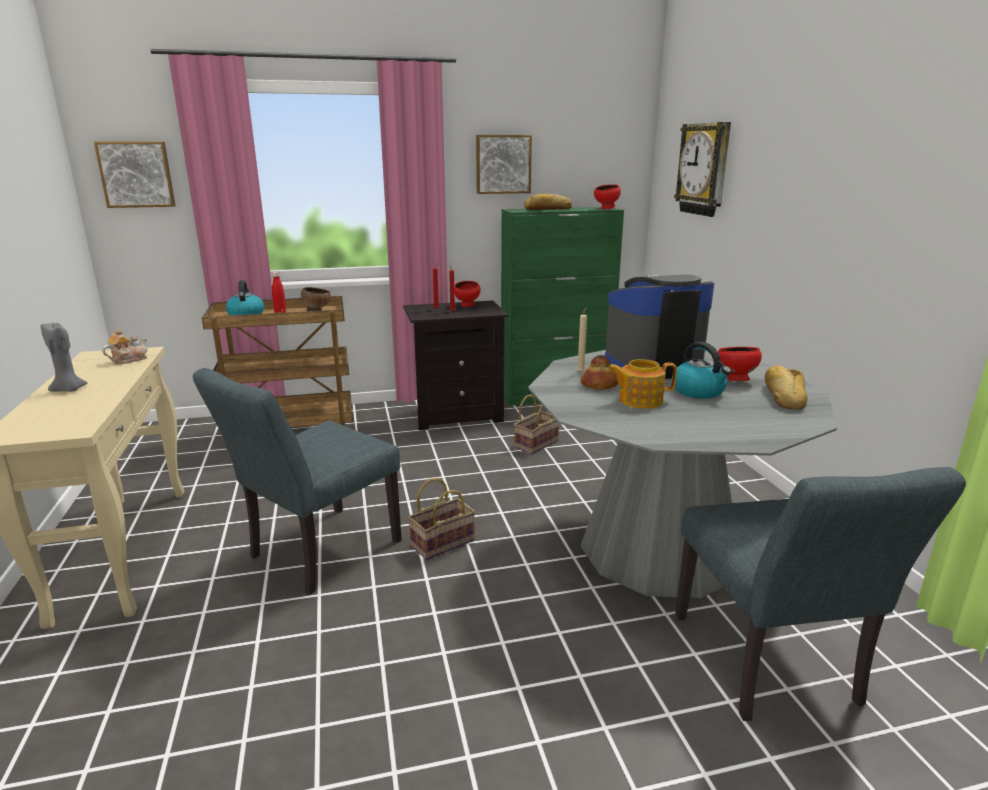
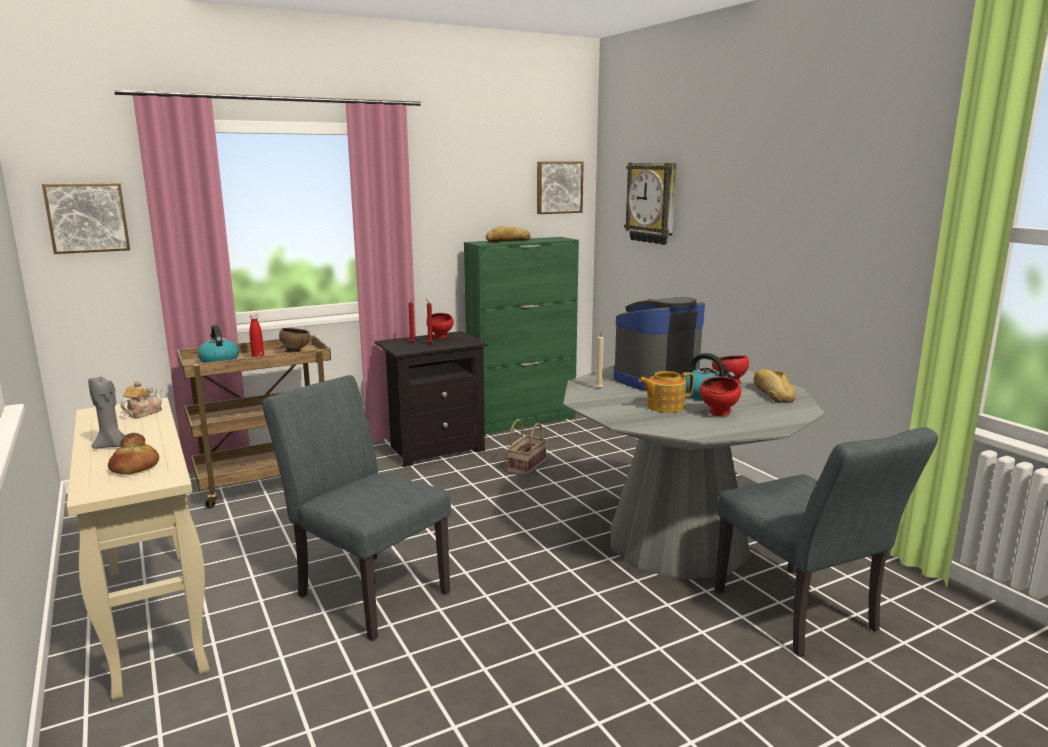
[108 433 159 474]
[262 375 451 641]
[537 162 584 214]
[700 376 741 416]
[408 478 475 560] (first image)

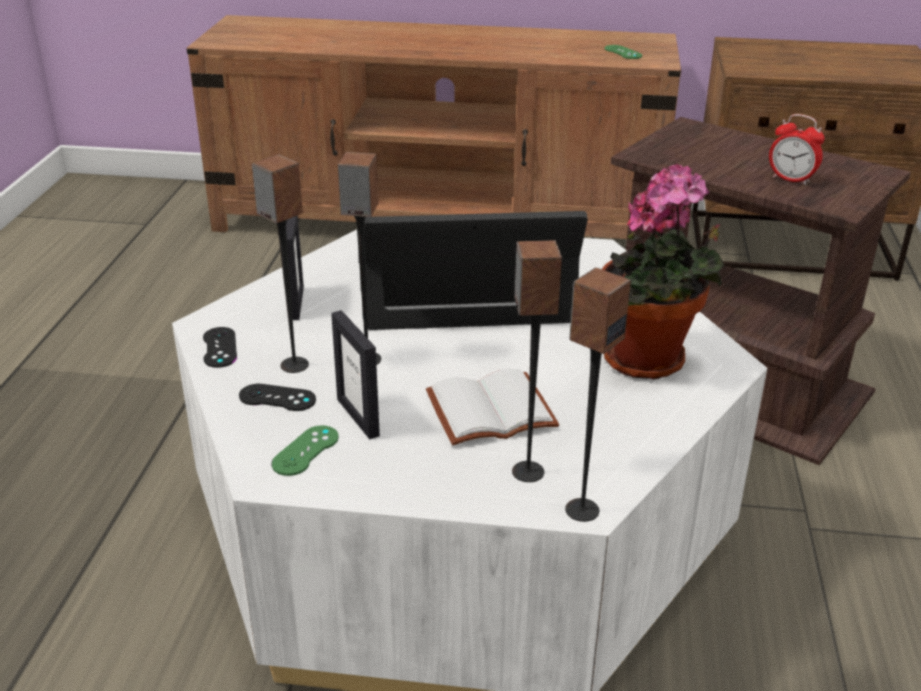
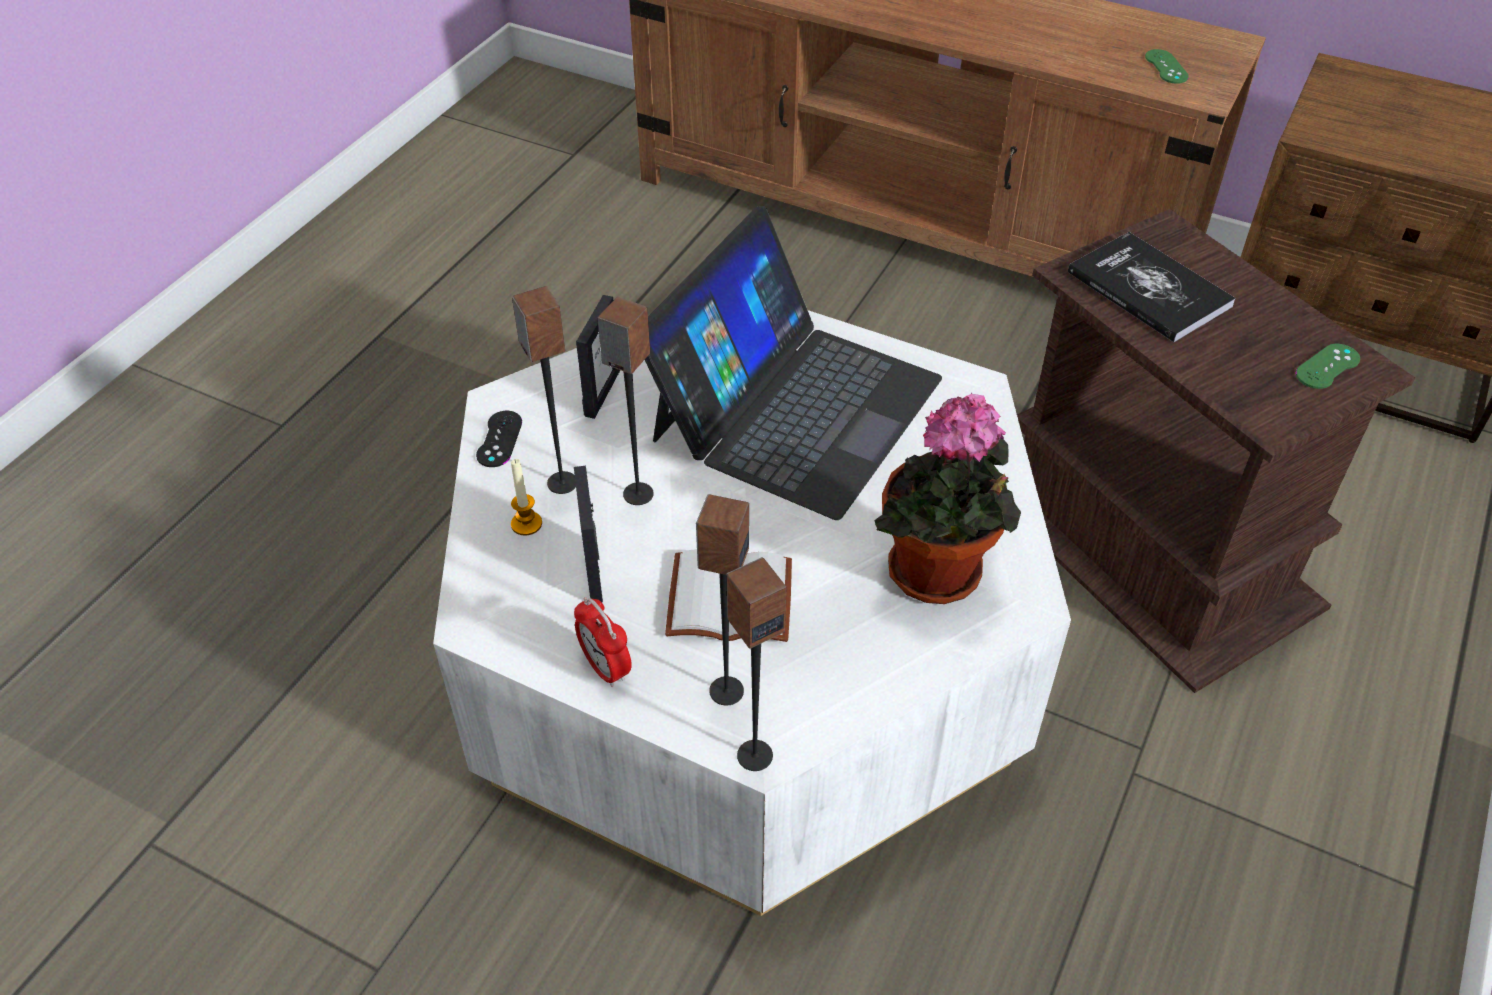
[511 459 542 536]
[574 597 632 687]
[645 206 942 520]
[1068 232 1236 342]
[1296 344 1360 389]

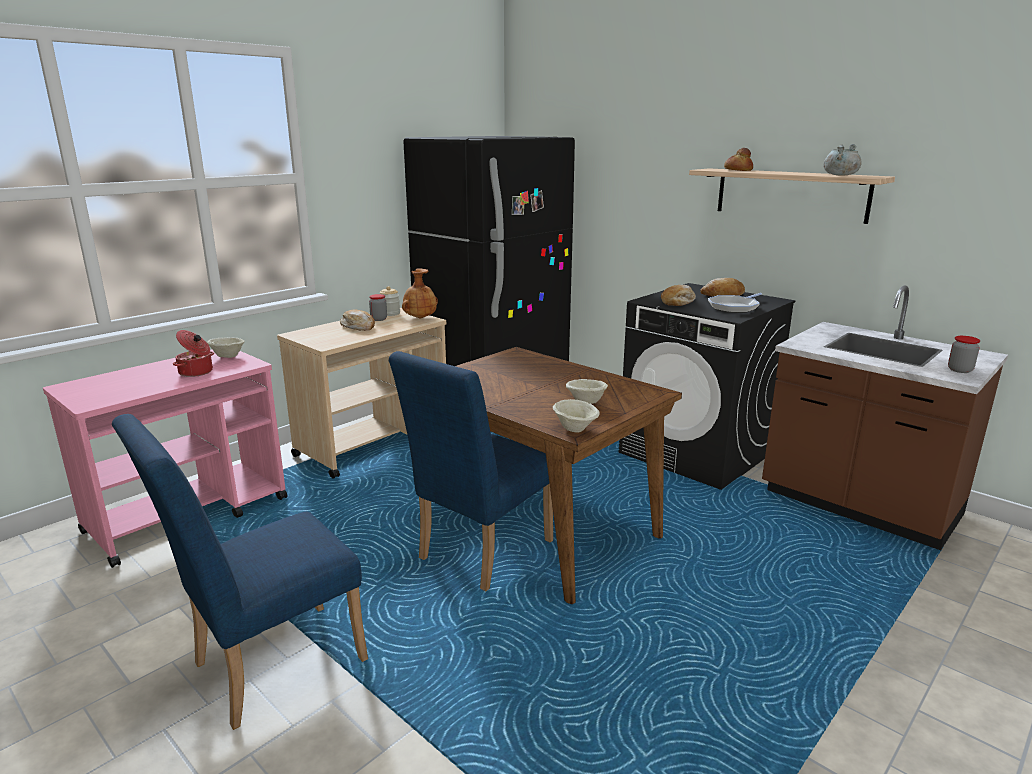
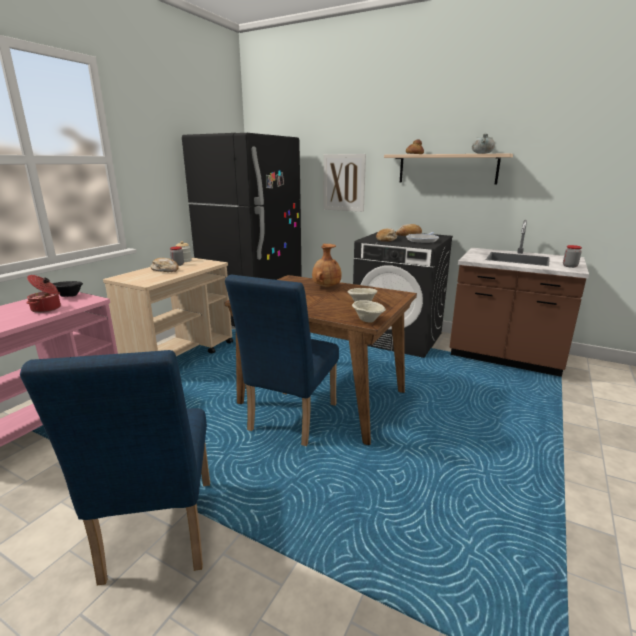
[20 350 210 586]
[52 281 83 297]
[312 244 341 287]
[324 154 366 212]

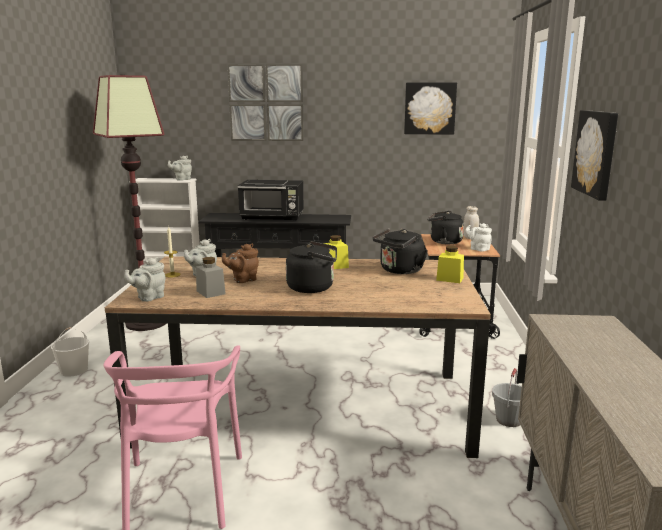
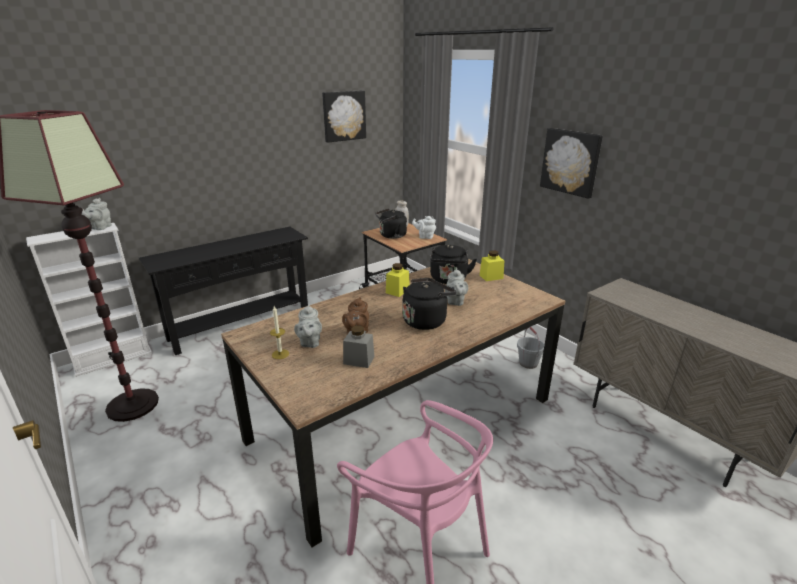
[445 268 468 306]
[51 327 89 377] (first image)
[228 64 304 141] (first image)
[238 180 303 221] (first image)

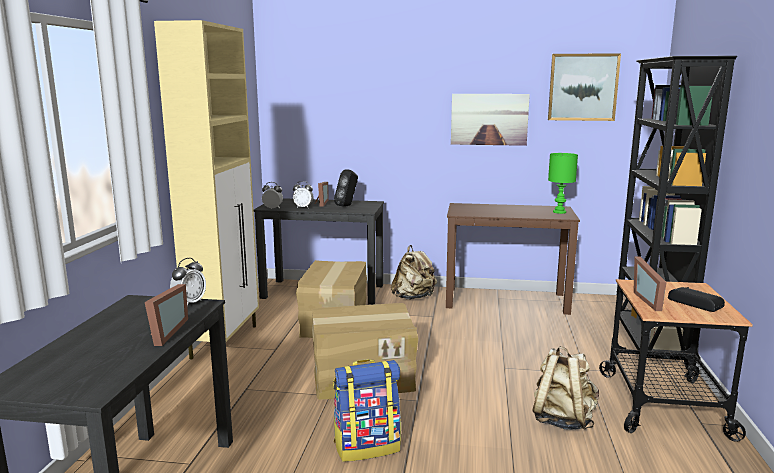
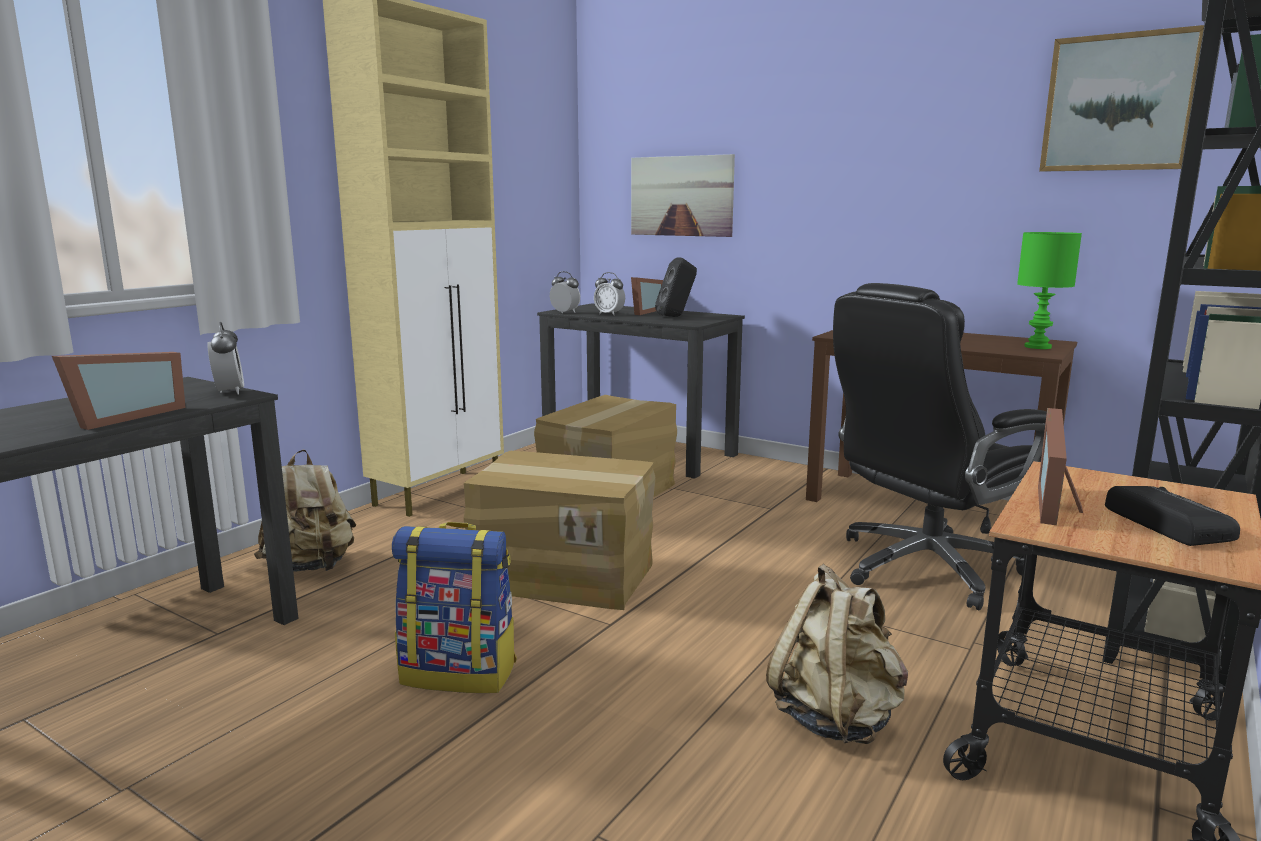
[207 322 244 395]
[254 450 356 572]
[631 154 735 237]
[833 283 1047 610]

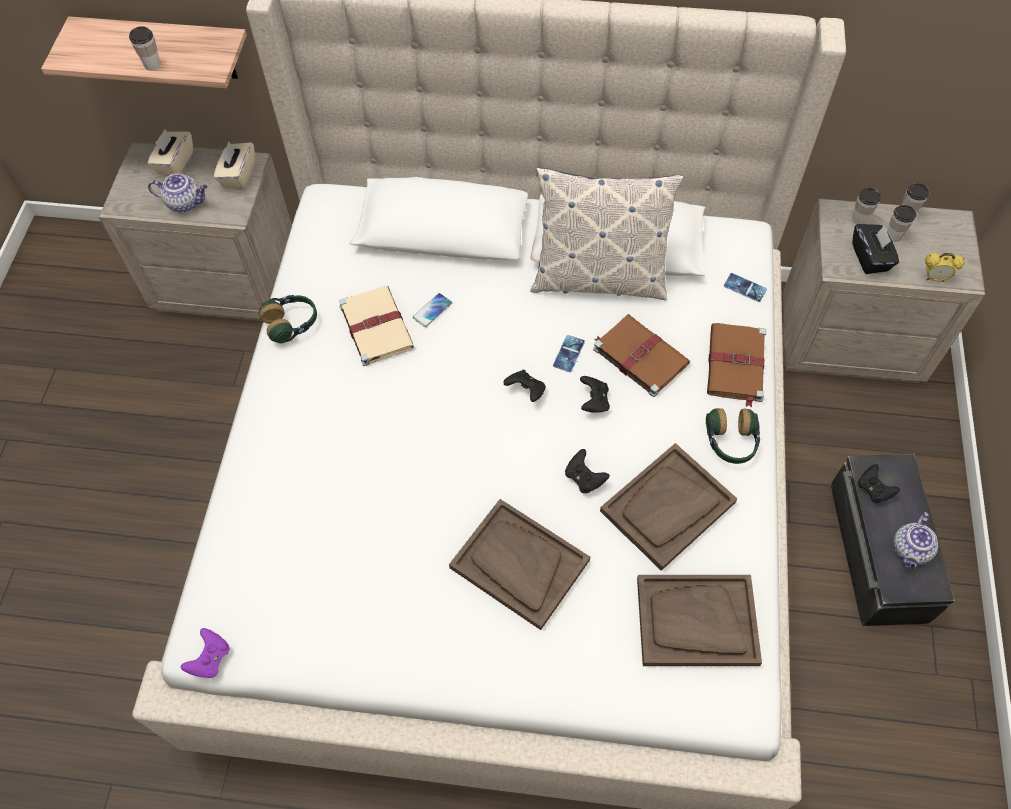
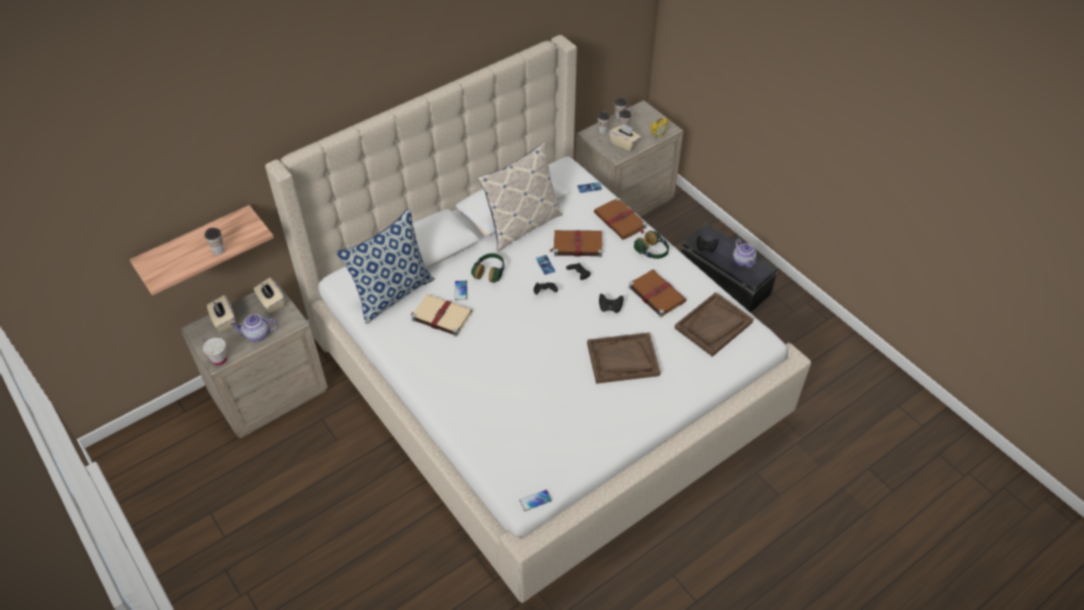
[203 338 227 365]
[231 314 278 342]
[336 208 435 324]
[471 253 504 283]
[519 490 552 511]
[609 123 641 152]
[628 270 686 317]

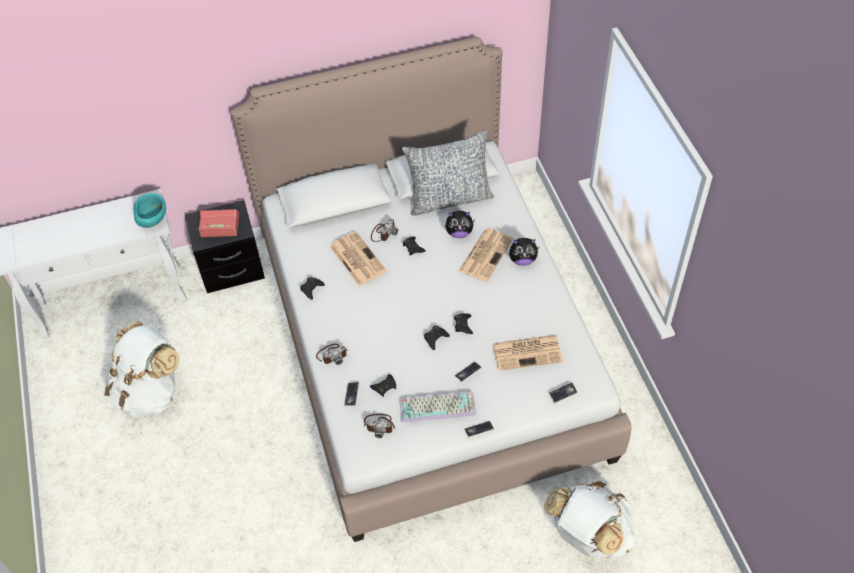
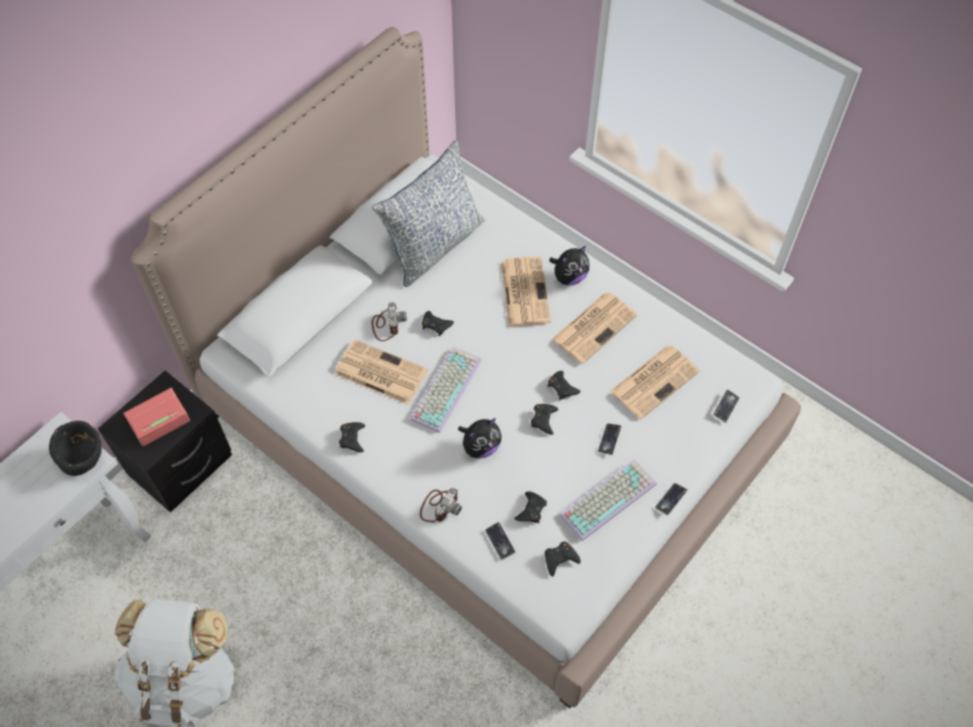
[49 421 102 476]
[410 347 482 433]
[458 418 501 459]
[545 542 581 577]
[552 292 637 364]
[544 481 635 558] (first image)

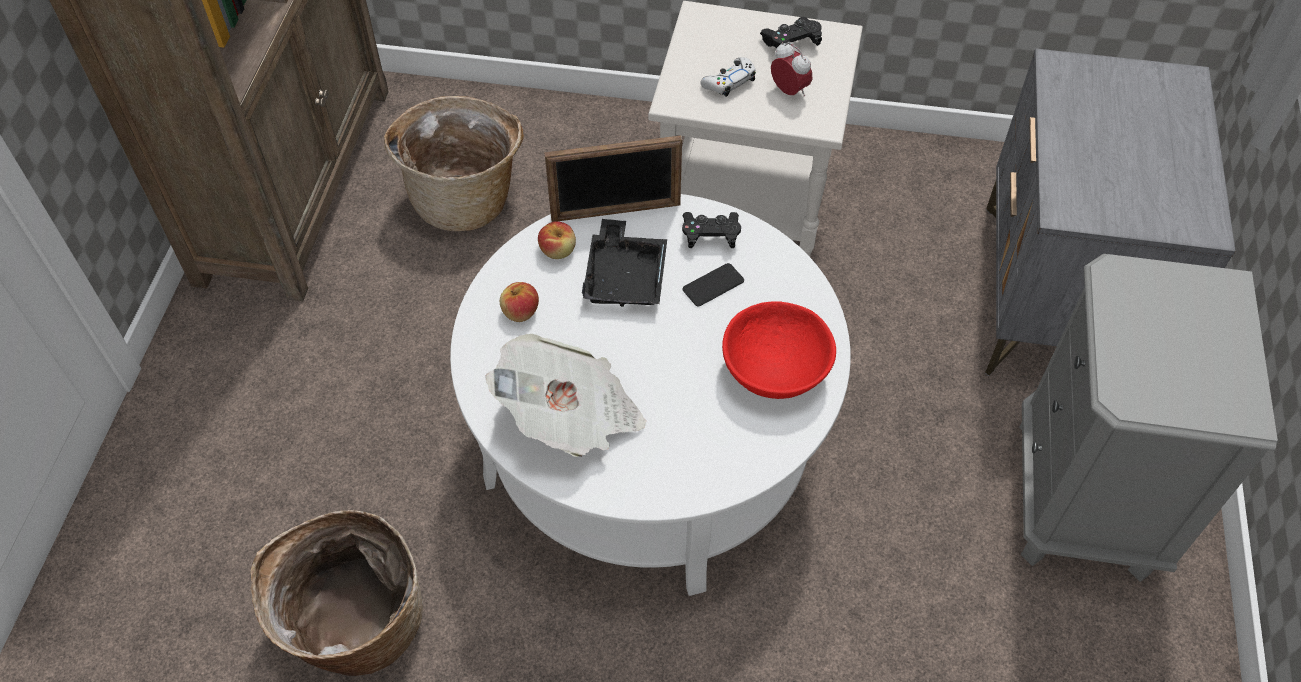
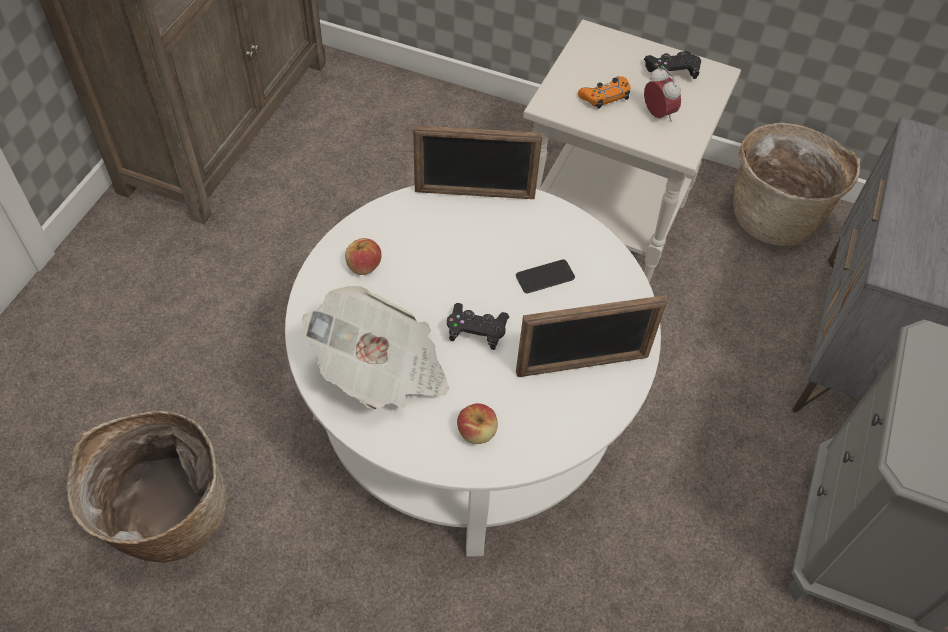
[447 303 509 350]
[457 403 498 444]
[516 295 667 377]
[578 76 631 109]
[733 123 860 246]
[582 219 667 307] (first image)

